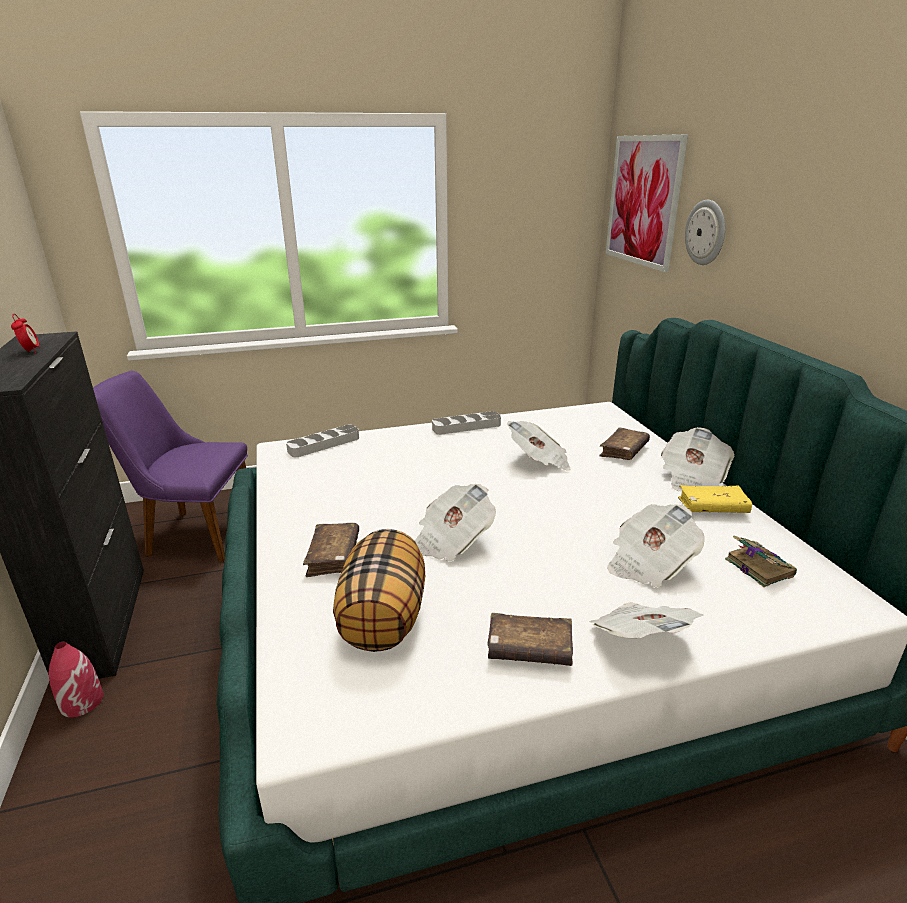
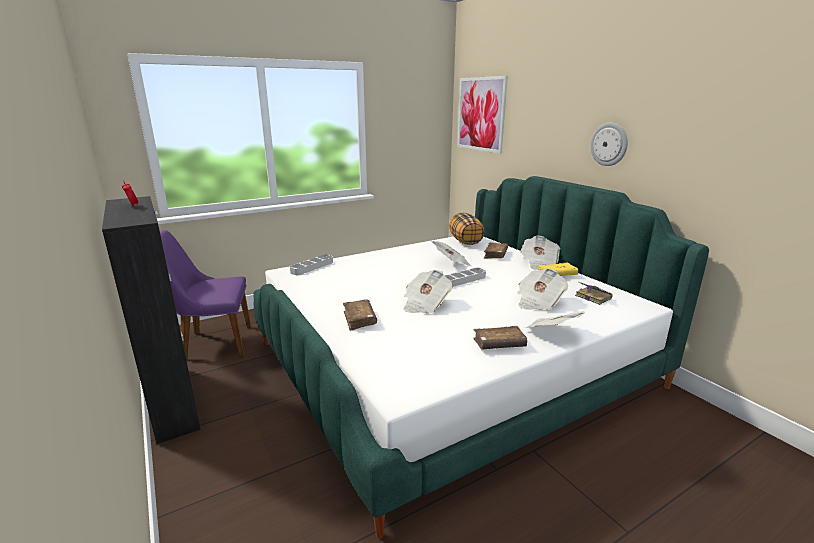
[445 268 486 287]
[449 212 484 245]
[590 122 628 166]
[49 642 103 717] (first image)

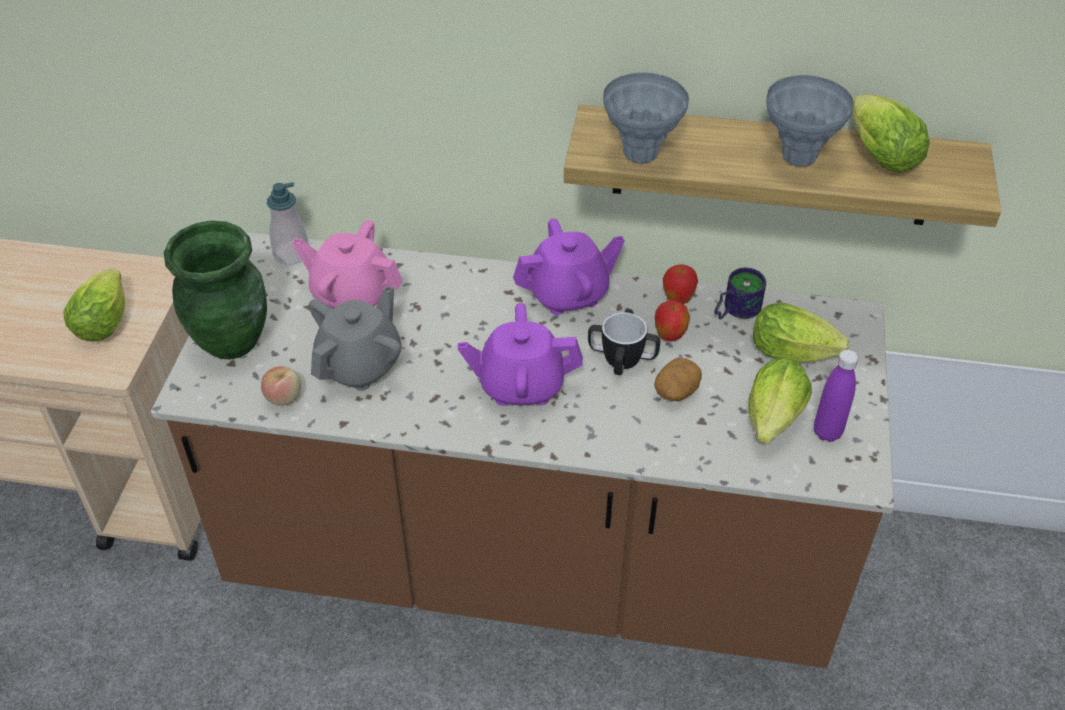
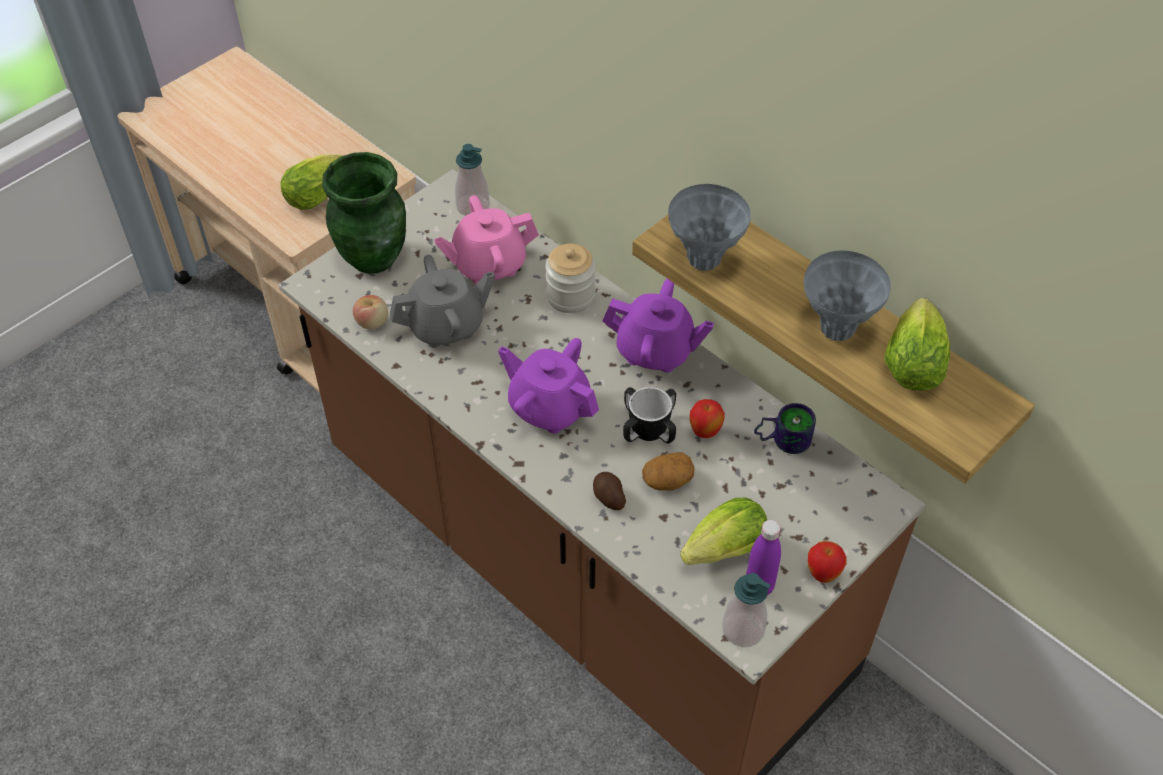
[434 195 539 284]
[545 244 596 313]
[593 472 626 510]
[722 573 771 647]
[808 541 847 583]
[753 302 849 363] (first image)

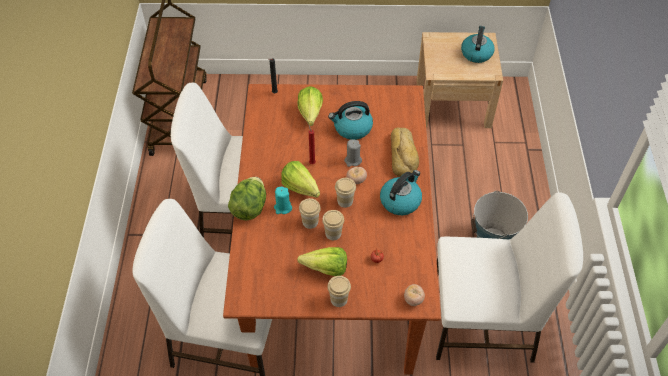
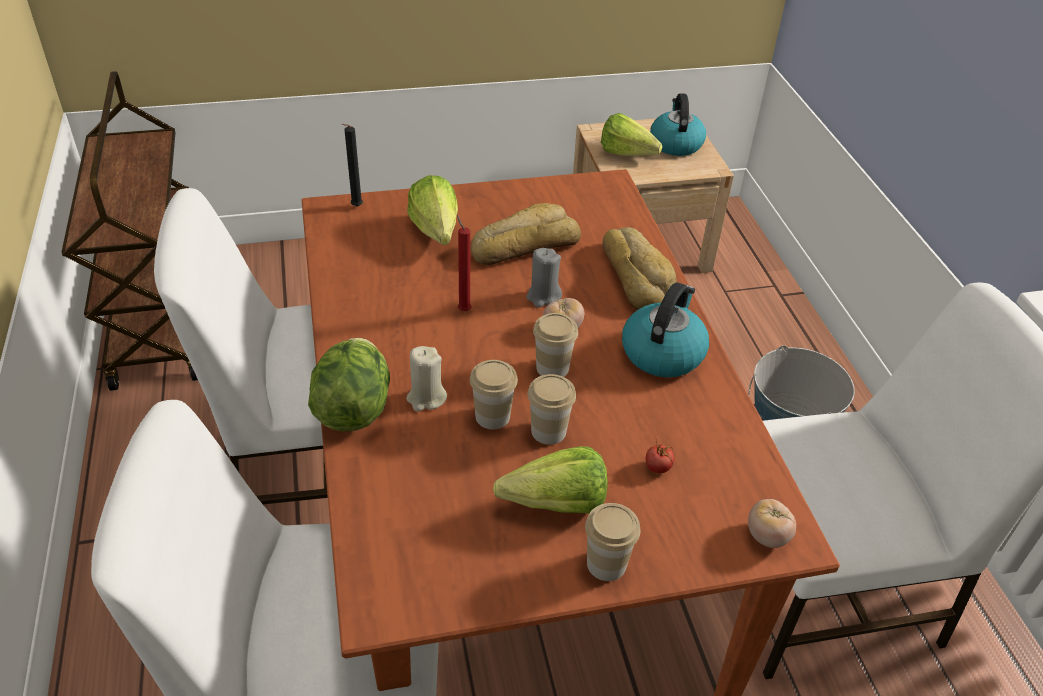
[406 346 447 412]
[471 203 581 265]
[601 113 662 156]

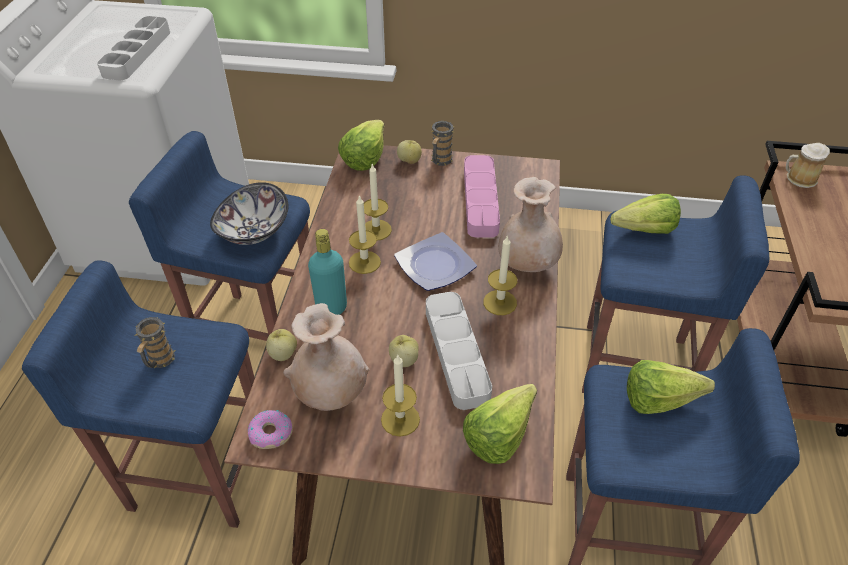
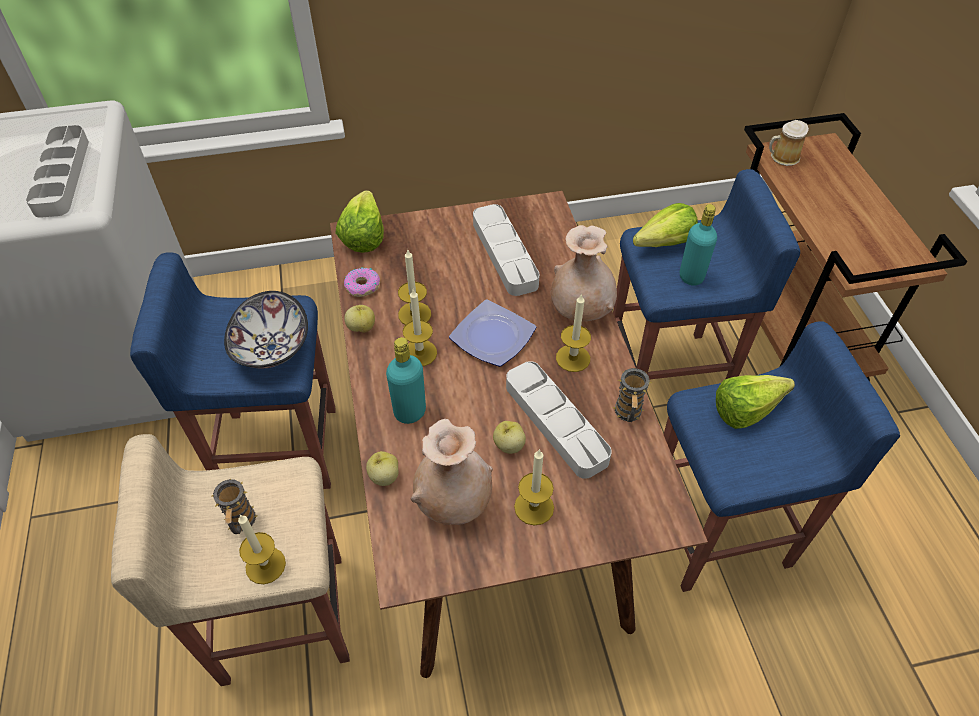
[111 434 350 686]
[238 515 286 584]
[344 267 380 297]
[345 305 375 333]
[473 204 540 296]
[613 368 652 422]
[680 204 717 286]
[463 384 537 464] (first image)

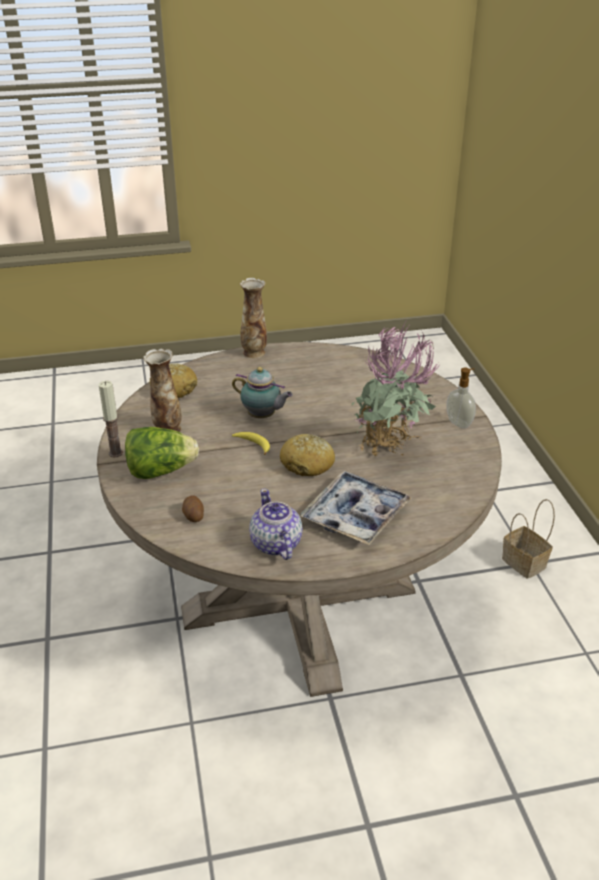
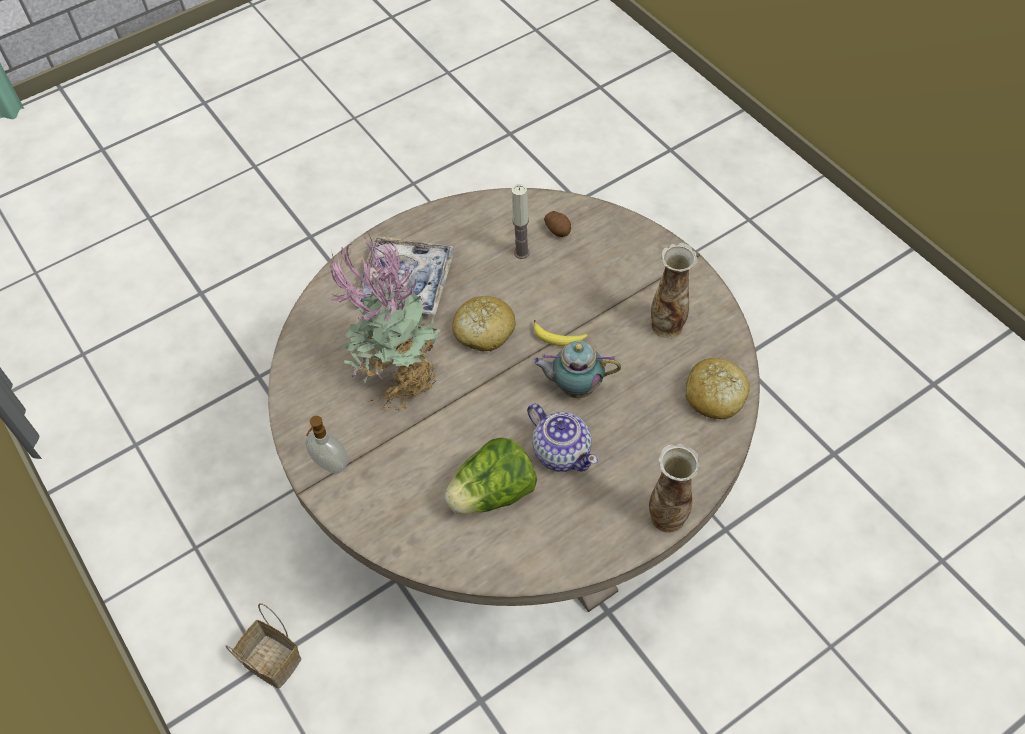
[445 438 537 514]
[512 184 530 259]
[527 404 598 472]

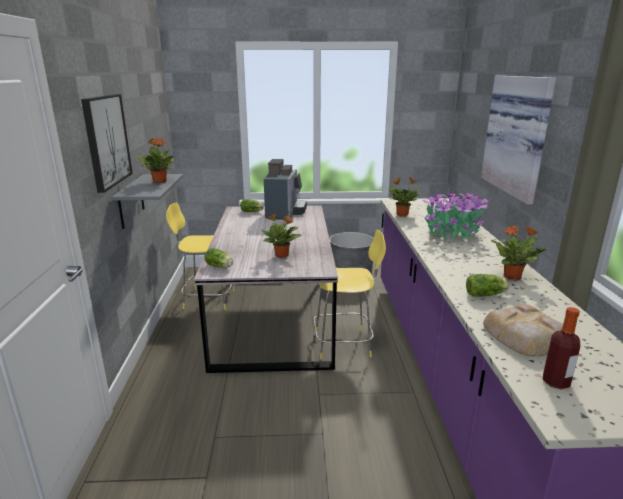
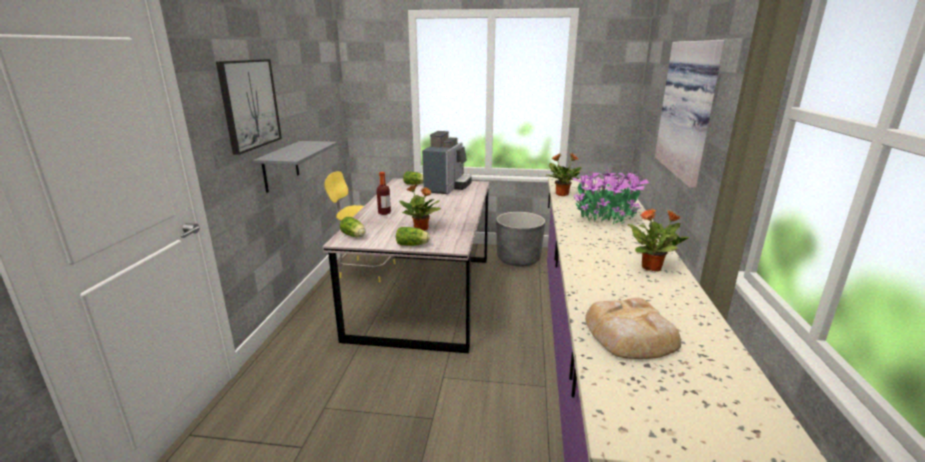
[377 172 391 215]
[396 227 430 246]
[137 138 174 183] (first image)
[313 230 386 359] (first image)

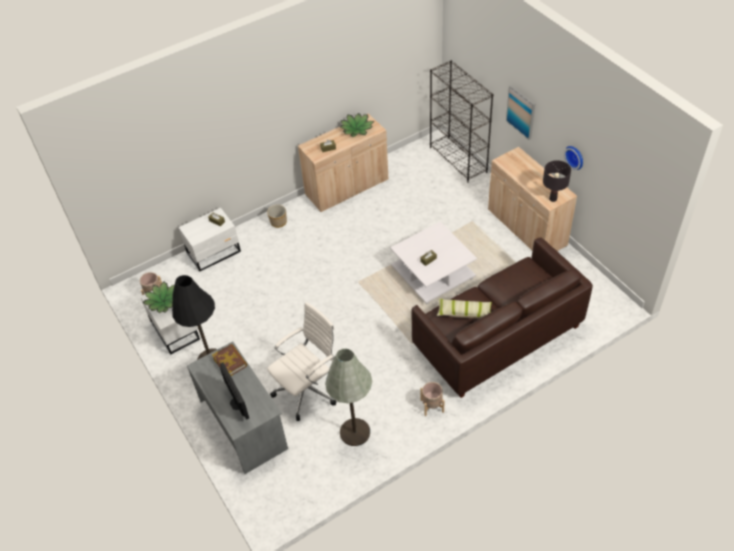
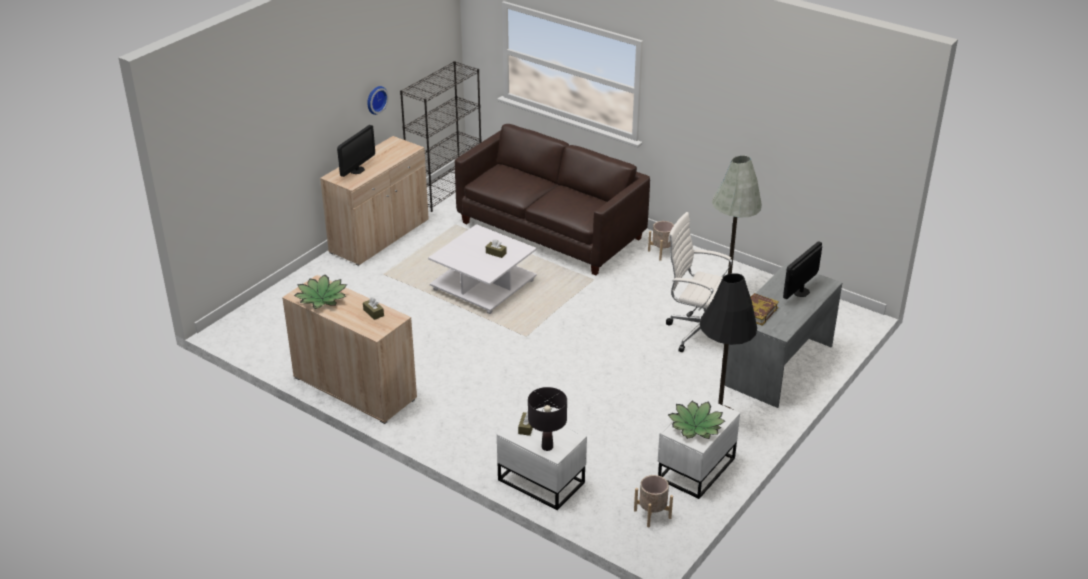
[337 125 375 177]
[400 61 482 212]
[528 387 567 451]
[267 205 287 228] (first image)
[437 298 492 319] (first image)
[506 85 535 140] (first image)

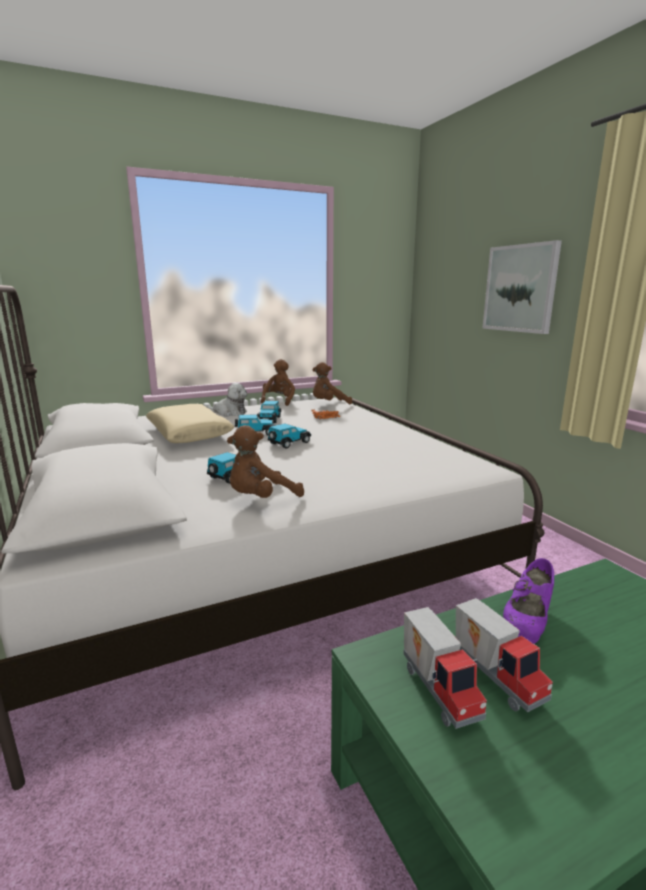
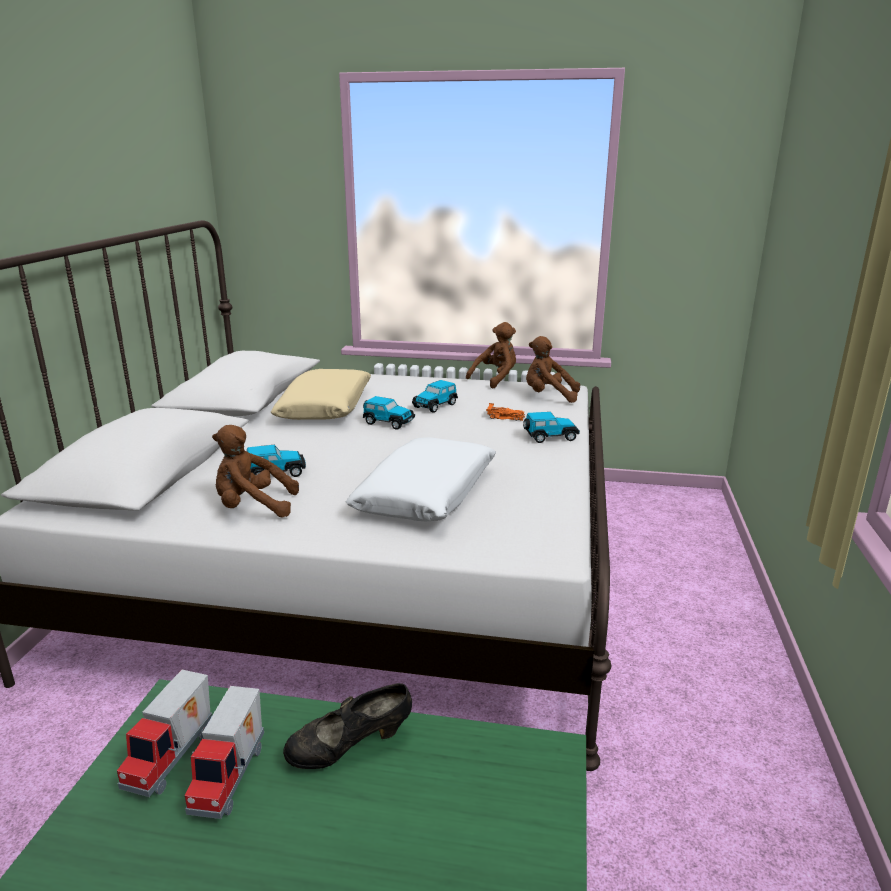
[283 683 412 769]
[346 437 496 521]
[523 412 580 443]
[204 383 247 417] (first image)
[482 240 562 334] (first image)

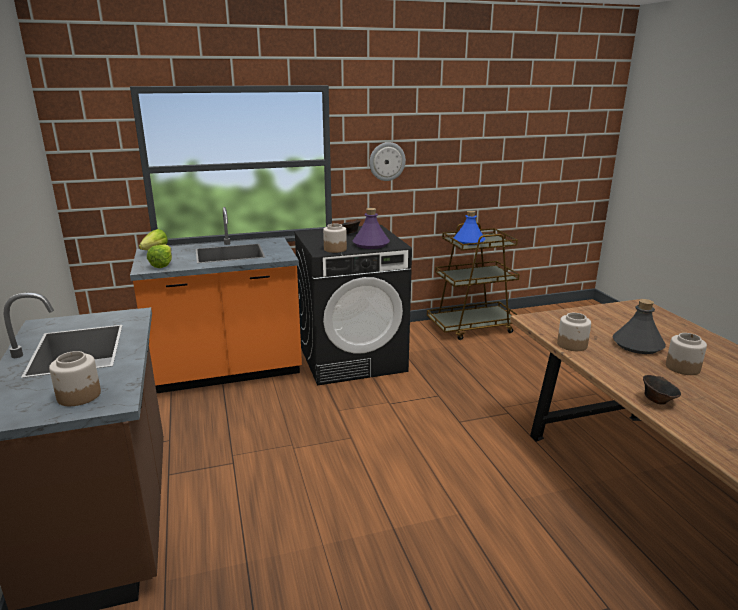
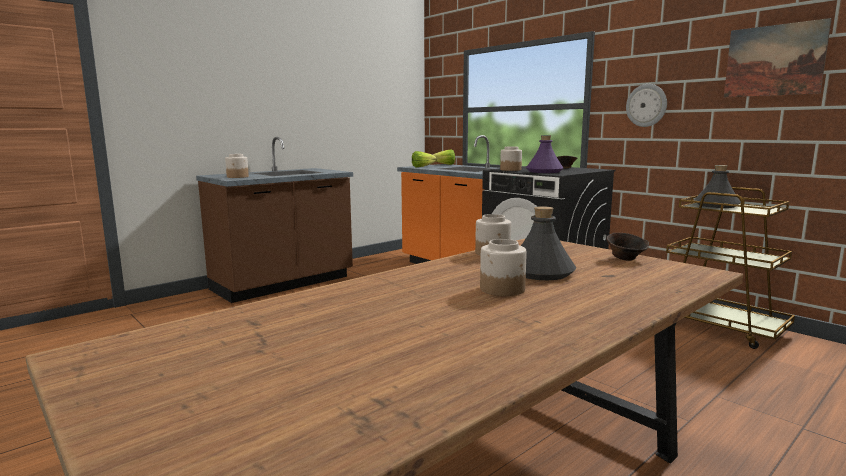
[606 233 649 261]
[694 165 741 208]
[724 18 832 97]

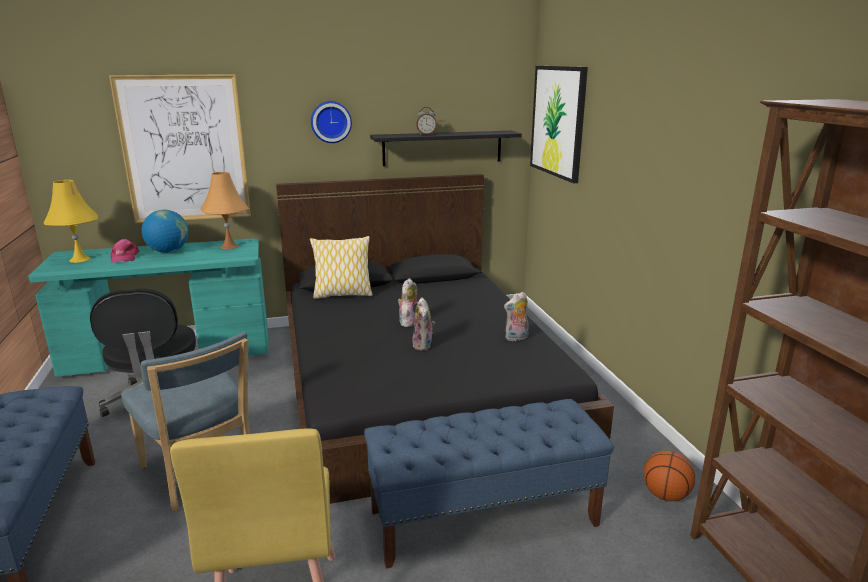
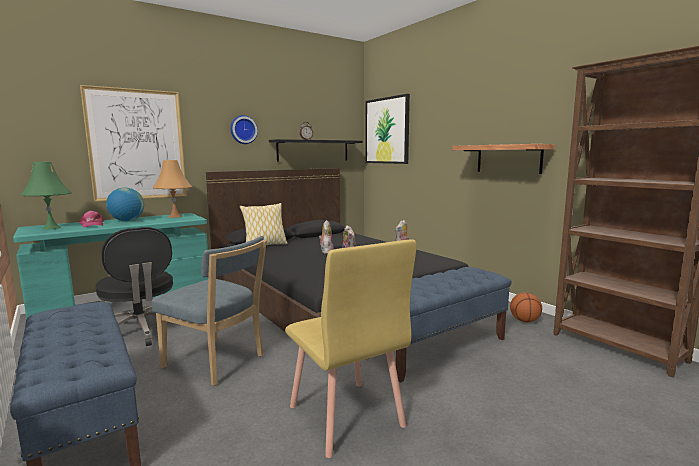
[21 162 71 230]
[452 144 555 174]

